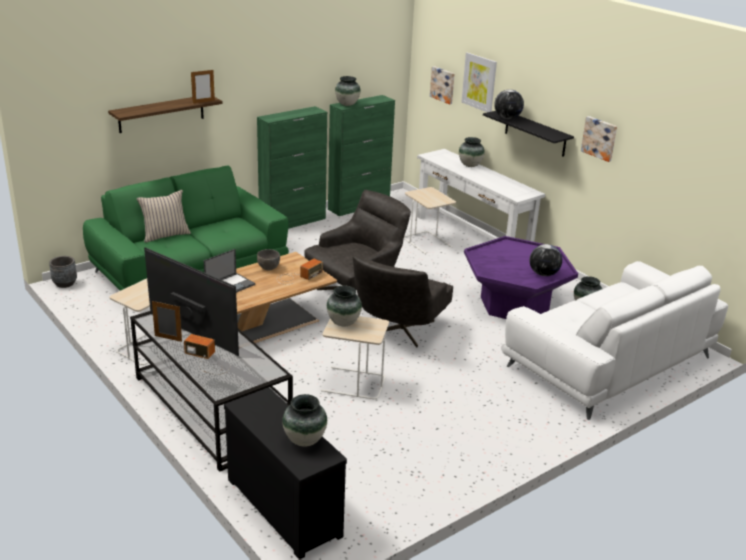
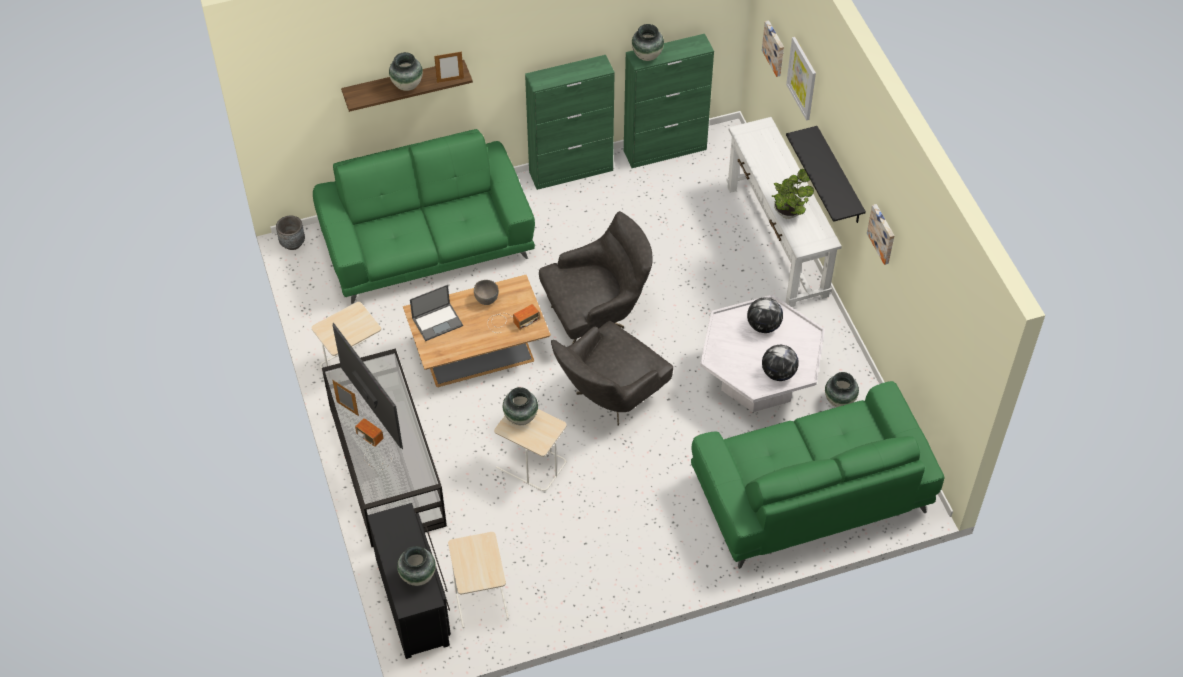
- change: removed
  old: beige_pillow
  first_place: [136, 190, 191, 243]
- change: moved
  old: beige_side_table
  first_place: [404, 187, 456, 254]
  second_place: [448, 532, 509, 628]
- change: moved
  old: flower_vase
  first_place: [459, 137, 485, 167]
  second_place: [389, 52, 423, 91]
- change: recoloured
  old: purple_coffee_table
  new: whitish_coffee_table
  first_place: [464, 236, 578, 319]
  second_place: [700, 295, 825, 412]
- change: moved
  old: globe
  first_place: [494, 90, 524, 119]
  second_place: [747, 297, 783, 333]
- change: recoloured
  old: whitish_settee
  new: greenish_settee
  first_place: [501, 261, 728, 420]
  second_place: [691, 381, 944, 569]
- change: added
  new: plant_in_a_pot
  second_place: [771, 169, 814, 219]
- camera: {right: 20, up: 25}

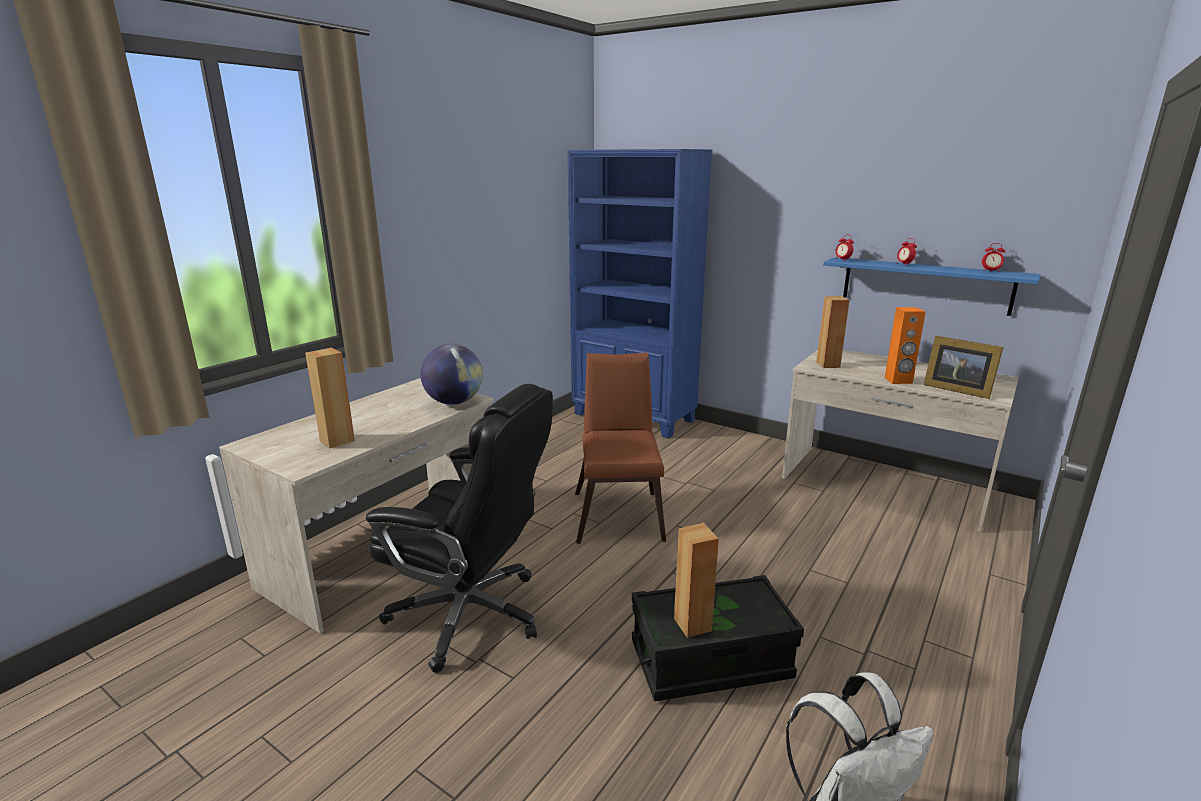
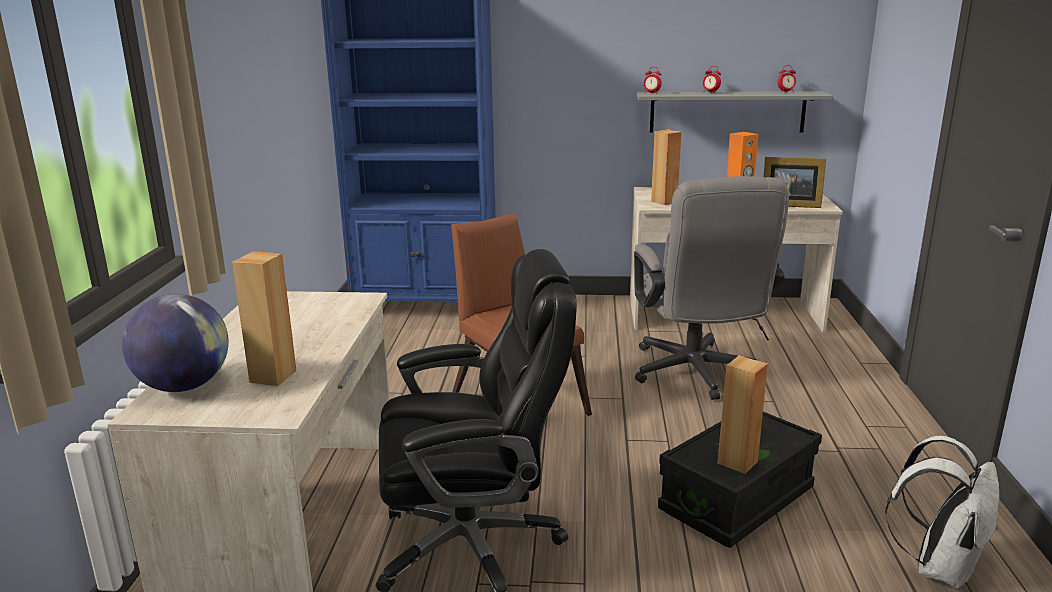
- change: moved
  old: globe
  first_place: [420, 344, 483, 405]
  second_place: [122, 294, 229, 392]
- change: recoloured
  old: bluish_wall_shelf
  new: gray_wall_shelf
  first_place: [823, 257, 1040, 316]
  second_place: [636, 91, 833, 132]
- change: added
  new: gray_office_chair
  second_place: [634, 176, 789, 400]
- camera: {right: -30, up: 0}

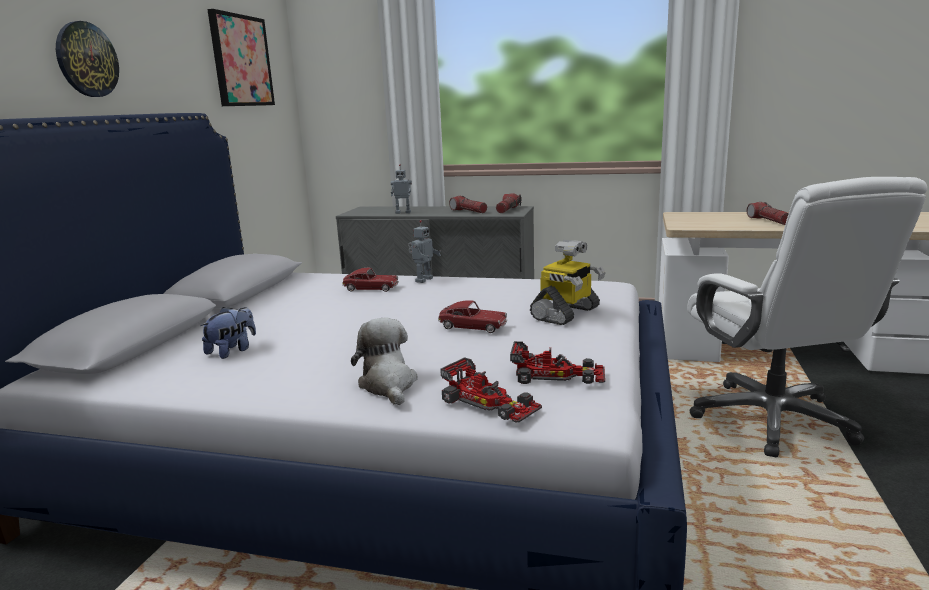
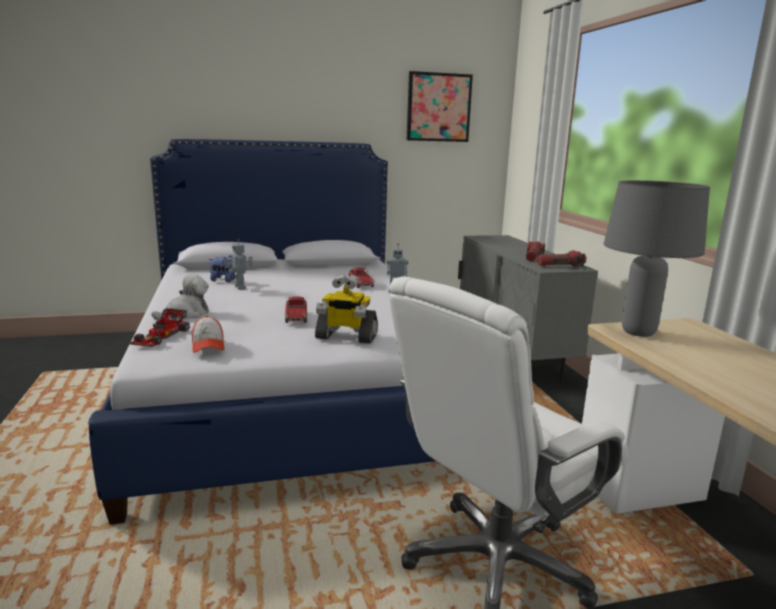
- change: removed
  old: clock_on_the_wall
  first_place: [56, 21, 119, 97]
- change: moved
  old: model_robot
  first_place: [391, 164, 412, 214]
  second_place: [226, 238, 253, 290]
- change: replaced
  old: miniature_car
  new: cap
  first_place: [510, 341, 605, 384]
  second_place: [192, 316, 224, 353]
- change: removed
  old: torch
  first_place: [747, 202, 789, 225]
- change: added
  new: gray_table_lamp
  second_place: [604, 180, 710, 337]
- camera: {right: 60, up: 0}

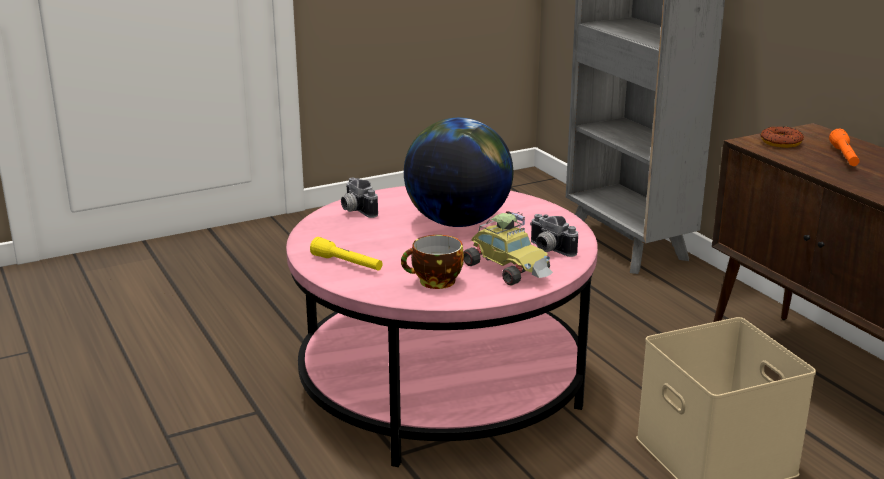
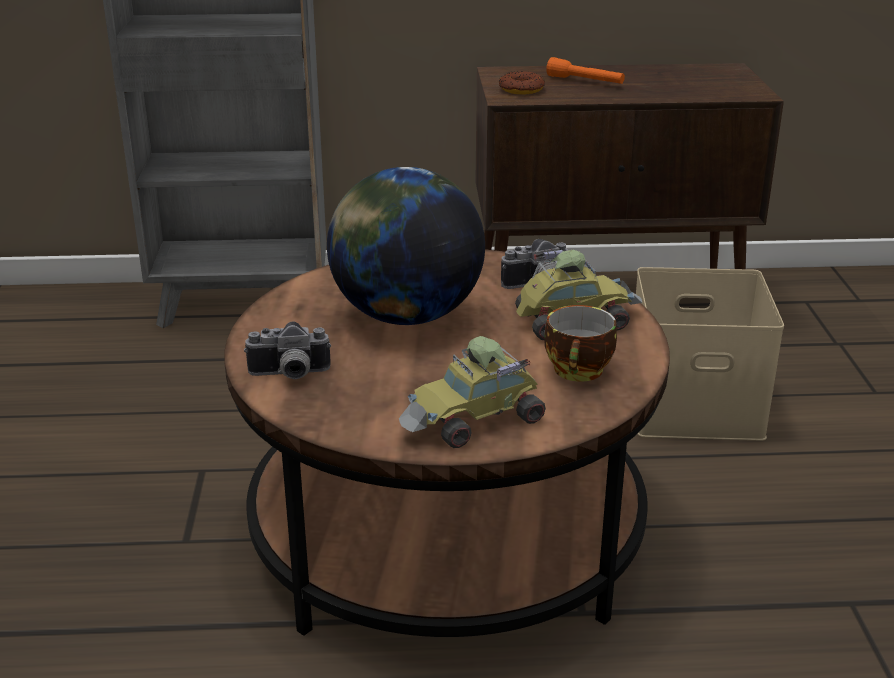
- change: recoloured
  old: pinkish_coffee_table
  new: brownish_coffee_table
  first_place: [286, 186, 598, 467]
  second_place: [224, 249, 670, 637]
- change: replaced
  old: yellowish_torch
  new: miniature_car
  first_place: [310, 237, 383, 271]
  second_place: [399, 336, 546, 448]
- camera: {right: -65, up: 5}

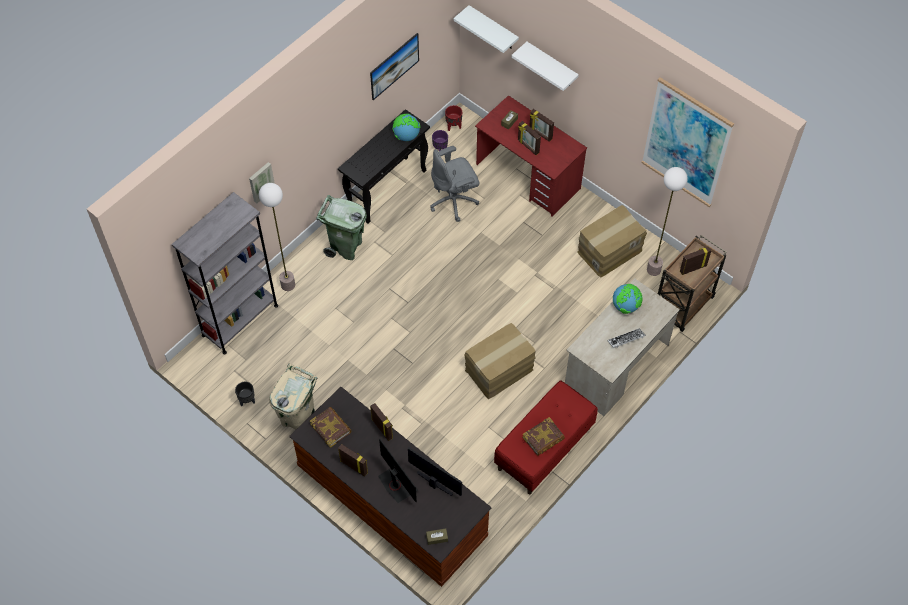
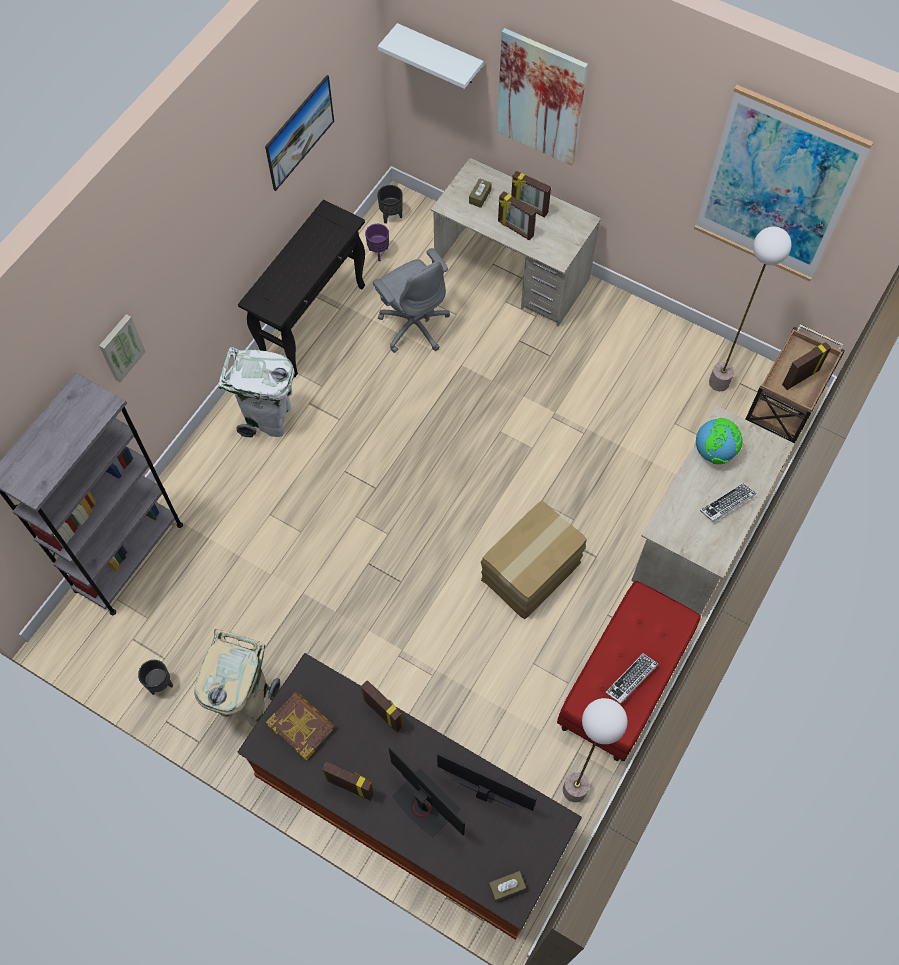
- change: moved
  old: standard_lamp
  first_place: [259, 183, 295, 291]
  second_place: [563, 698, 627, 802]
- change: recoloured
  old: greenish_trash_can
  new: whitish_trash_can
  first_place: [316, 195, 367, 260]
  second_place: [218, 347, 294, 437]
- change: removed
  old: globe
  first_place: [392, 114, 420, 141]
- change: turned
  old: gray_office_chair
  first_place: [431, 146, 479, 222]
  second_place: [373, 248, 450, 353]
  degrees: -90
- change: recoloured
  old: reddish_flower_pot
  new: black-coloured_flower_pot
  first_place: [445, 105, 462, 131]
  second_place: [377, 185, 403, 224]
- change: recoloured
  old: reddish_desk
  new: beige_desk
  first_place: [475, 95, 587, 217]
  second_place: [431, 158, 601, 327]
- change: replaced
  old: whitish_wall_shelf
  new: wall_picture
  first_place: [511, 42, 579, 91]
  second_place: [497, 28, 588, 166]
- change: replaced
  old: volume
  new: PC_keyboard
  first_place: [522, 417, 565, 456]
  second_place: [605, 653, 658, 704]
- change: removed
  old: carton
  first_place: [578, 205, 647, 277]
- camera: {right: -10, up: 5}

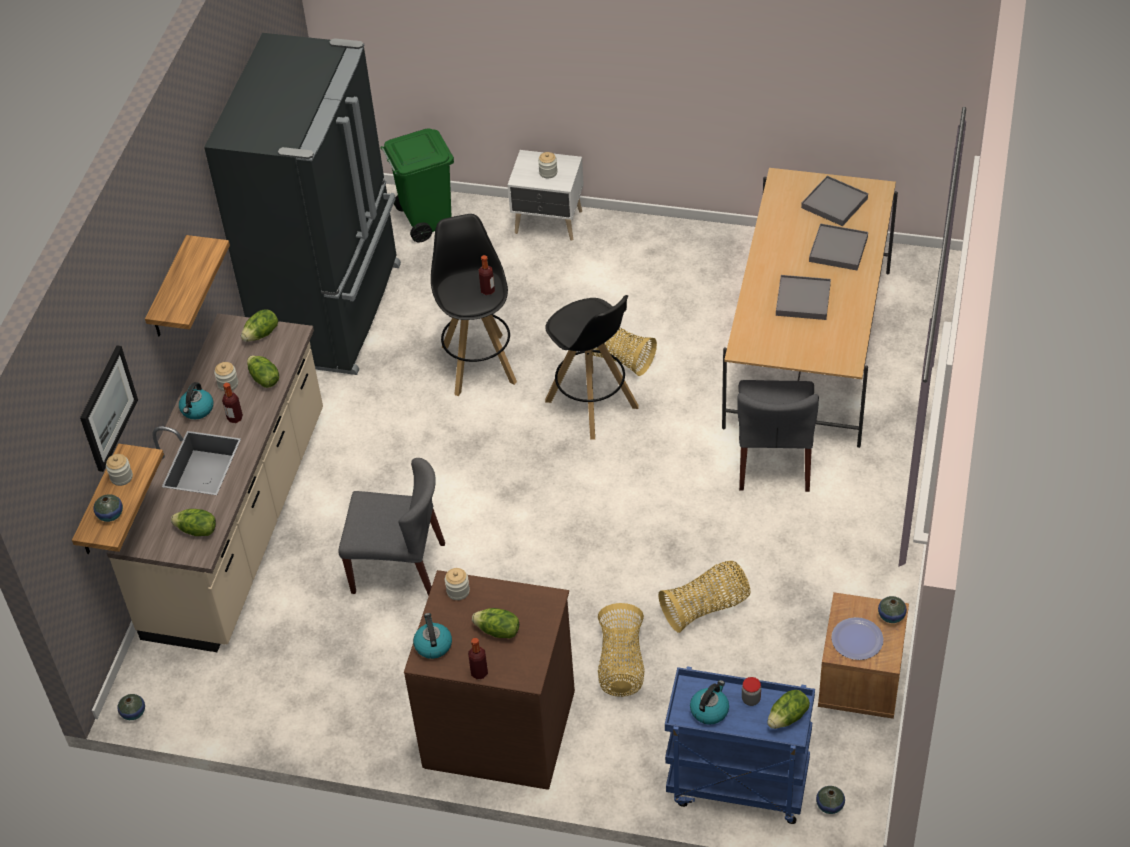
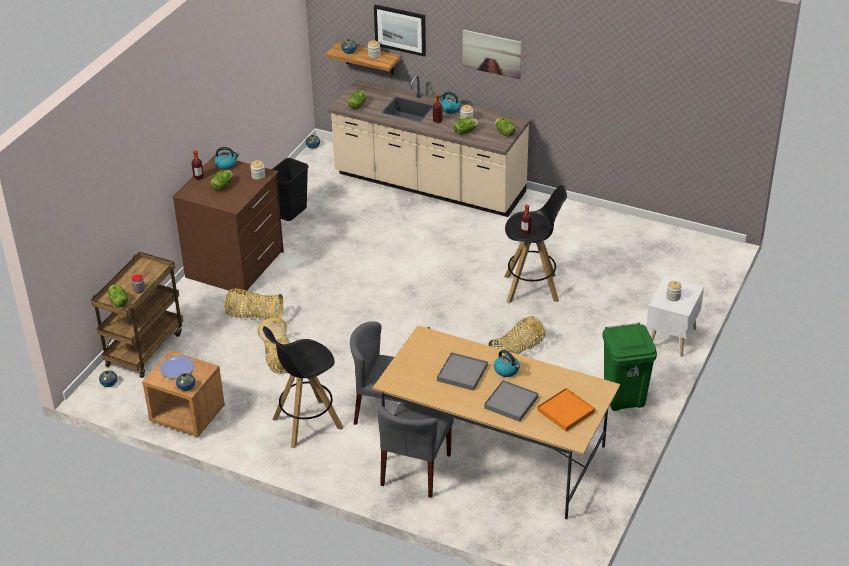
- change: replaced
  old: wall_shelf
  new: wall_picture
  first_place: [145, 235, 230, 336]
  second_place: [463, 29, 522, 79]
- change: removed
  old: black-coloured_fridge
  first_place: [204, 33, 401, 375]
- change: moved
  old: gray_plain_chair
  first_place: [338, 458, 445, 596]
  second_place: [378, 403, 454, 498]
- change: moved
  old: greenish_trash_can
  first_place: [380, 128, 454, 242]
  second_place: [602, 323, 657, 411]
- change: moved
  old: black-coloured_stool
  first_place: [545, 295, 639, 440]
  second_place: [263, 326, 343, 448]
- change: recoloured
  old: bluish_trolley
  new: brownish_trolley
  first_place: [665, 666, 815, 824]
  second_place: [91, 252, 183, 378]
- change: moved
  old: kettle
  first_place: [690, 680, 729, 725]
  second_place: [494, 350, 520, 377]
- change: recoloured
  old: gray_carrying_tray
  new: orange-coloured_carrying_tray
  first_place: [801, 176, 868, 226]
  second_place: [537, 388, 595, 432]
- change: added
  new: black-coloured_trash_can
  second_place: [272, 158, 309, 221]
- camera: {right: 100, up: -10}

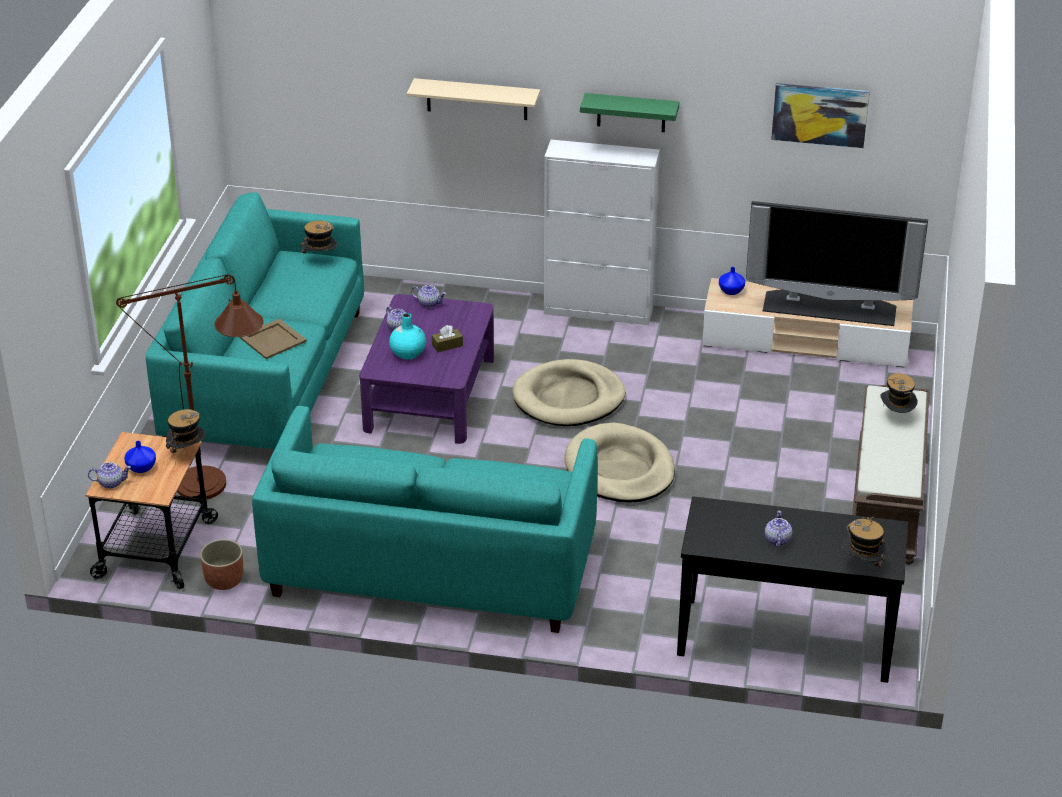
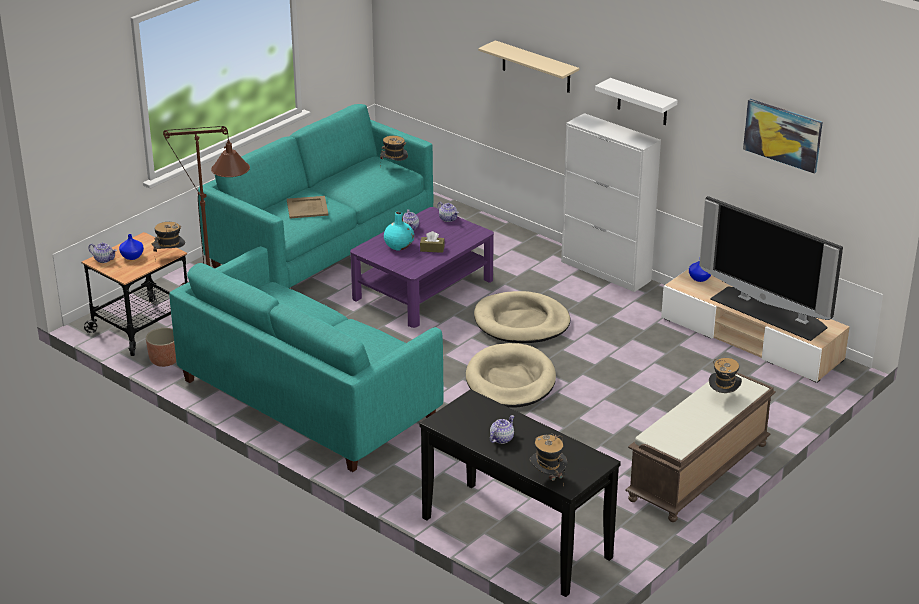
- change: recoloured
  old: greenish_wall_shelf
  new: whitish_wall_shelf
  first_place: [580, 93, 679, 132]
  second_place: [595, 78, 678, 125]
- camera: {right: 30, up: -5}

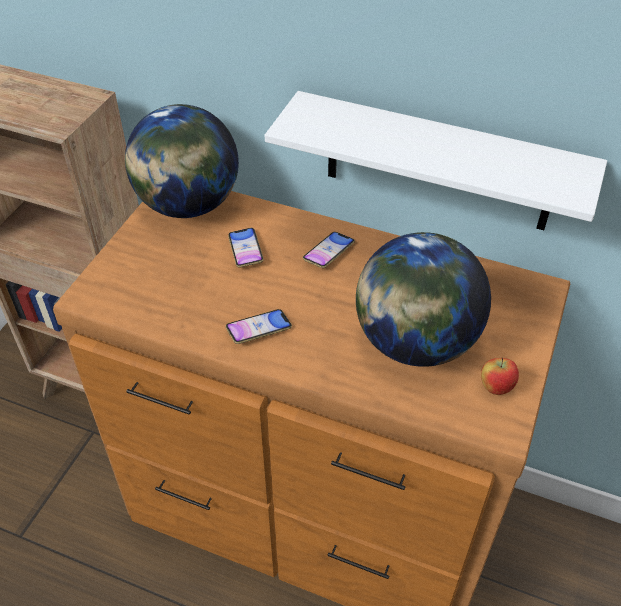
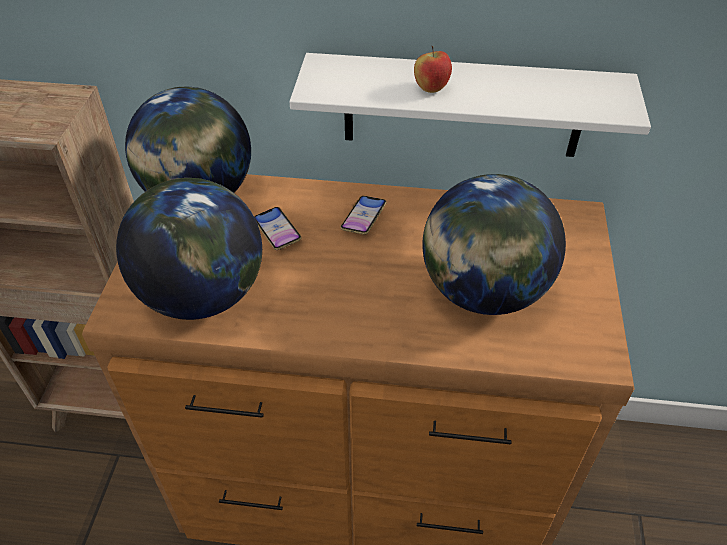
- change: removed
  old: phone
  first_place: [225, 309, 292, 344]
- change: moved
  old: whole_apple
  first_place: [481, 358, 519, 395]
  second_place: [414, 46, 452, 93]
- change: added
  new: globe
  second_place: [116, 178, 262, 320]
- camera: {right: -15, up: 0}

